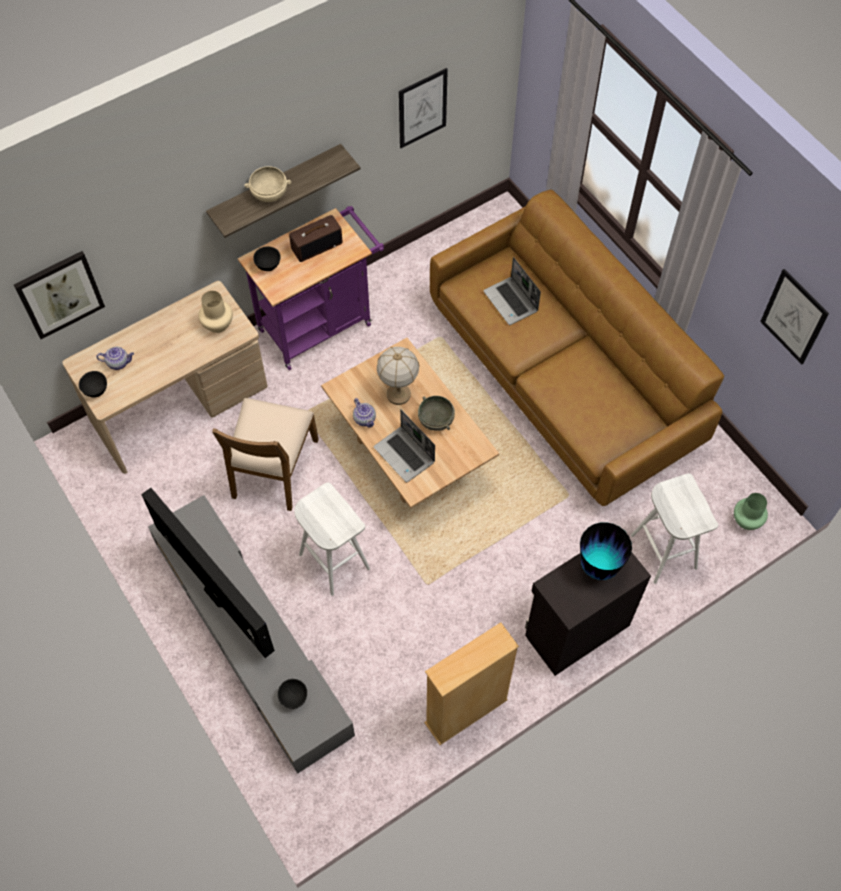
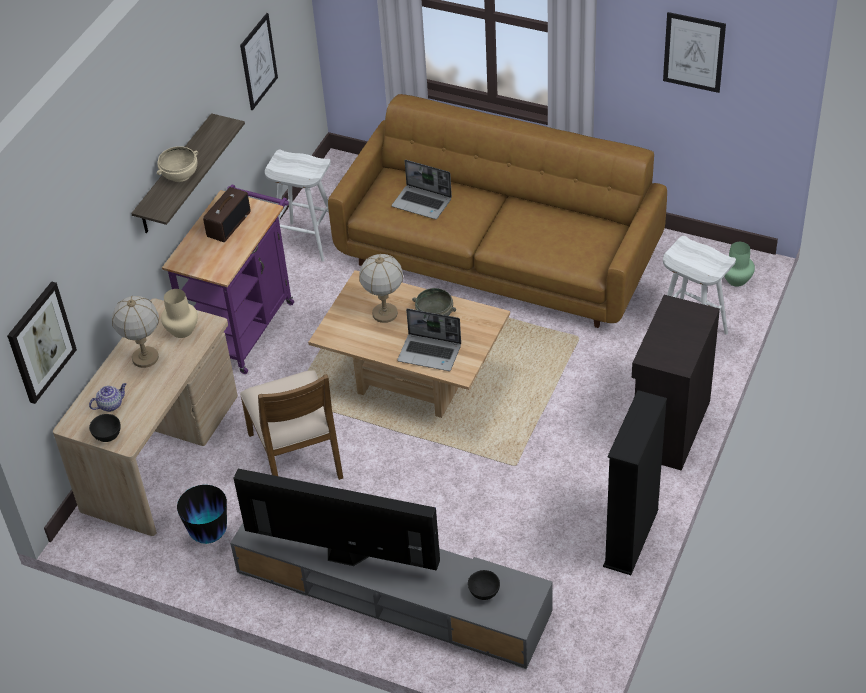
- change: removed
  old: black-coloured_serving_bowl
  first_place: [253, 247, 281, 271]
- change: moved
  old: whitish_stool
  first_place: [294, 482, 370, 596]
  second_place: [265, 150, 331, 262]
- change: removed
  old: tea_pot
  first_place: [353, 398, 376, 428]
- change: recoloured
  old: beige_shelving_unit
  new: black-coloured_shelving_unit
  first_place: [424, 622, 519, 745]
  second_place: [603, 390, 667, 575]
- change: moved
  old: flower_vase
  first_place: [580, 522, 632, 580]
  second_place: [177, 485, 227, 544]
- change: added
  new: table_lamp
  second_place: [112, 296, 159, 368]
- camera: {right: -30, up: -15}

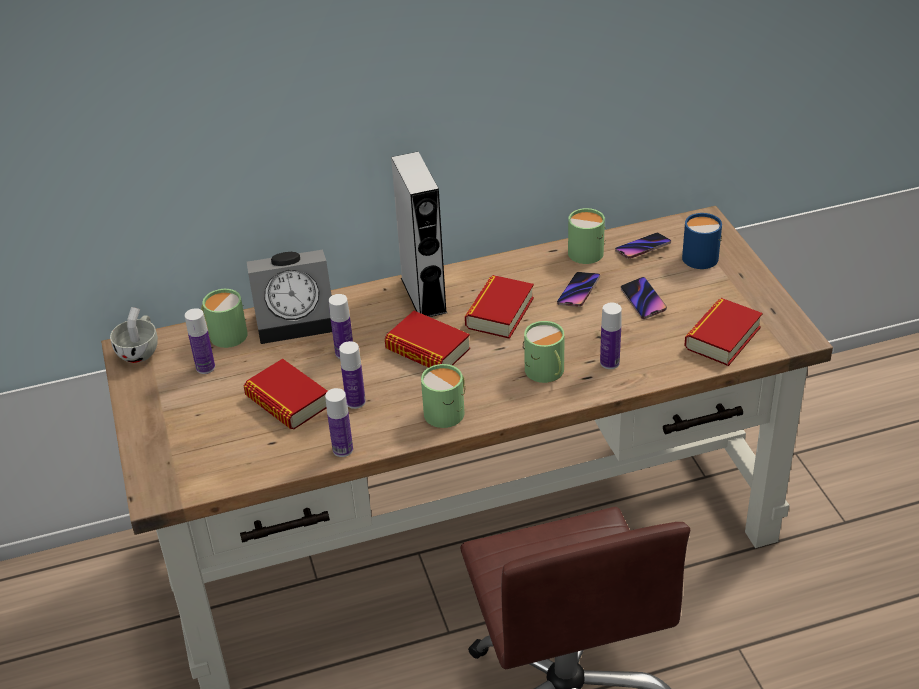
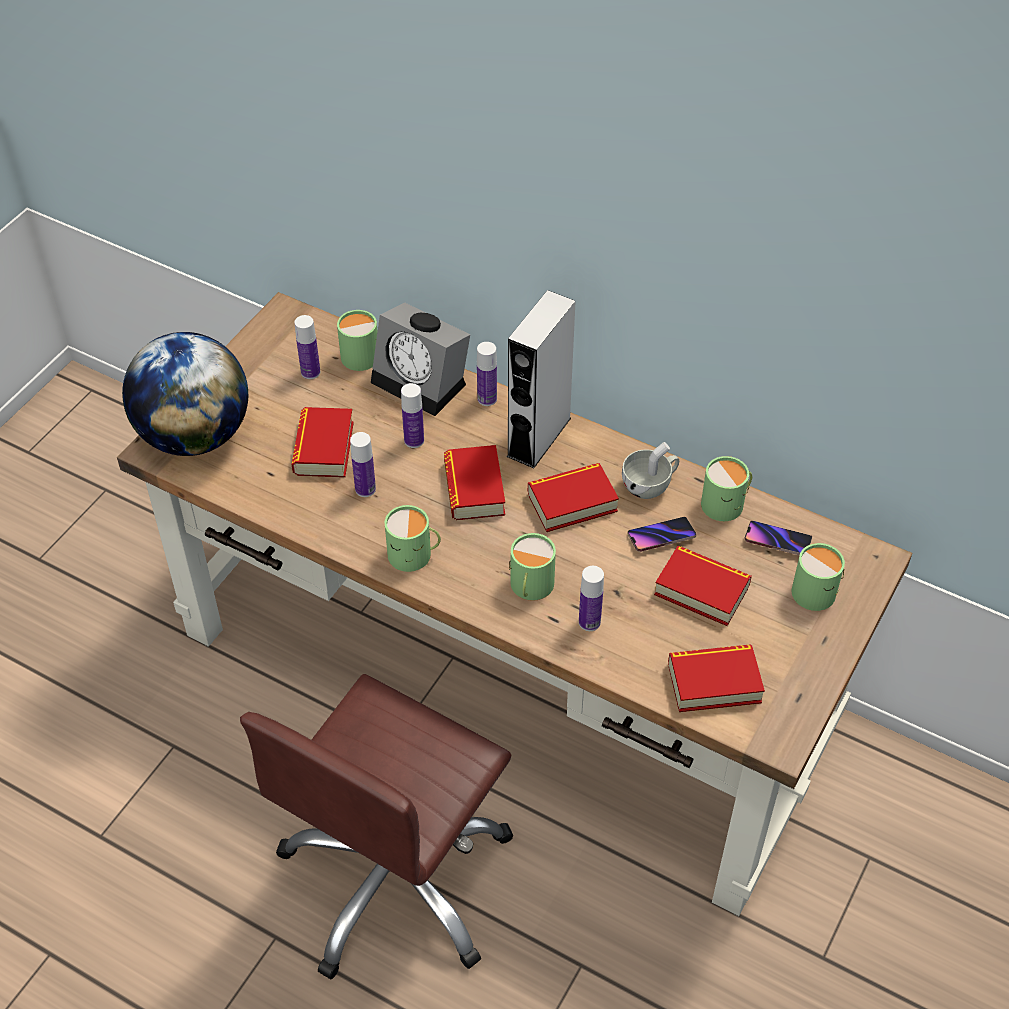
- change: moved
  old: whitish_small_cup
  first_place: [110, 307, 158, 363]
  second_place: [622, 442, 679, 499]
- change: moved
  old: beverage_bottle
  first_place: [325, 388, 353, 457]
  second_place: [477, 342, 497, 406]
- change: replaced
  old: phone
  new: volume
  first_place: [621, 277, 667, 319]
  second_place: [654, 546, 752, 626]
- change: recoloured
  old: bluish_mug
  new: greenish_mug
  first_place: [682, 213, 722, 269]
  second_place: [792, 543, 845, 611]
- change: added
  new: globe
  second_place: [122, 332, 248, 456]
- camera: {right: 45, up: 10}

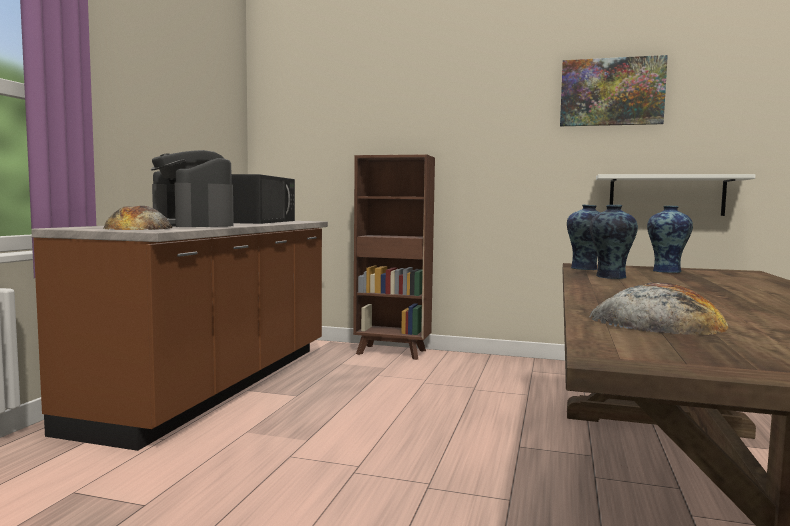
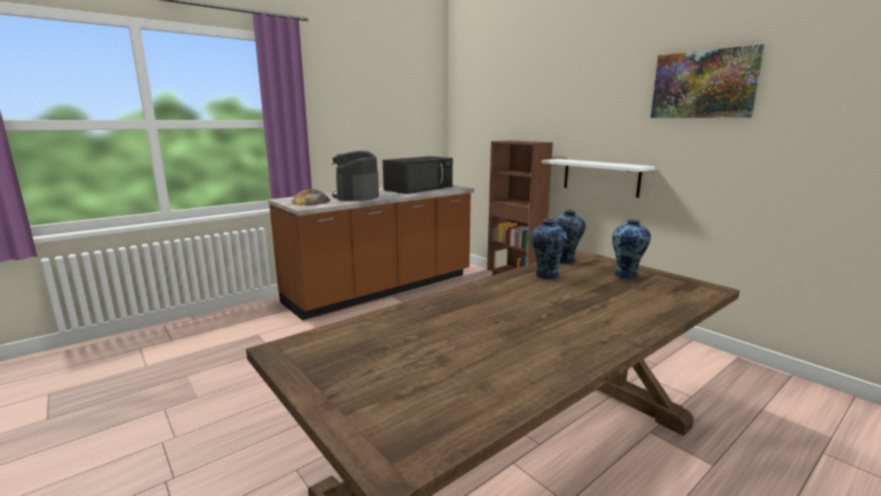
- change: removed
  old: baked_bread
  first_place: [589, 282, 728, 335]
- change: moved
  old: whitish_wall_shelf
  first_place: [596, 174, 755, 216]
  second_place: [541, 159, 655, 198]
- camera: {right: 35, up: 10}

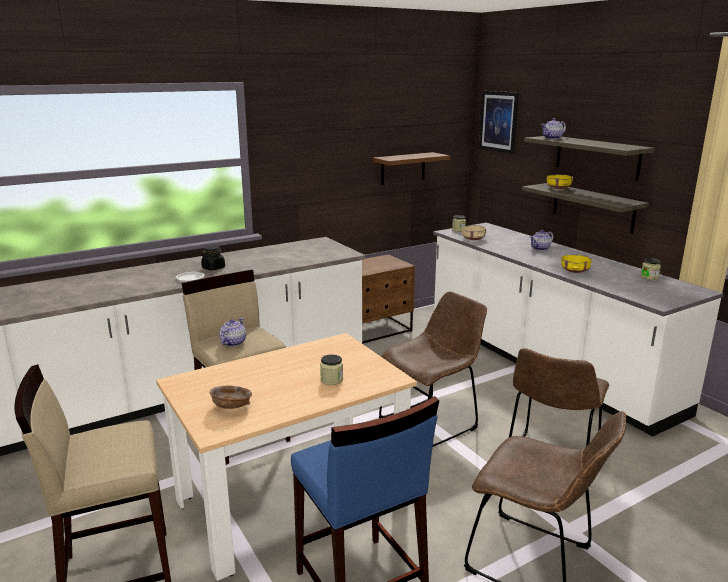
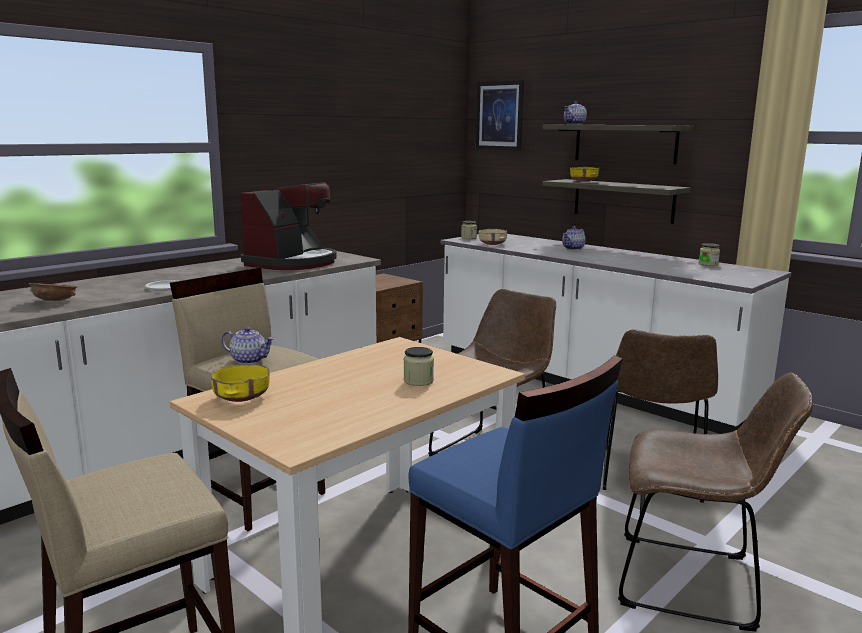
- change: removed
  old: black-coloured_storage_jar
  first_place: [201, 245, 225, 270]
- change: moved
  old: brownish_serving_bowl
  first_place: [210, 386, 252, 409]
  second_place: [28, 283, 78, 301]
- change: turned
  old: tea_pot
  first_place: [219, 318, 246, 347]
  second_place: [221, 327, 274, 364]
  degrees: 105
- change: removed
  old: brownish_wall_shelf
  first_place: [373, 152, 450, 185]
- change: moved
  old: yellowish_serving_bowl
  first_place: [561, 255, 592, 273]
  second_place: [211, 364, 270, 402]
- change: added
  new: coffee_maker
  second_place: [240, 183, 337, 270]
- camera: {right: -15, up: -5}

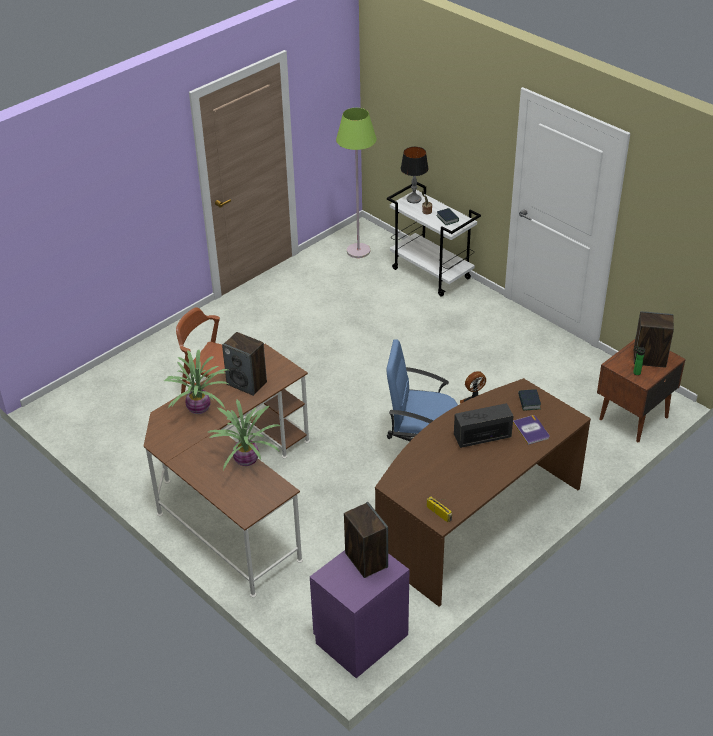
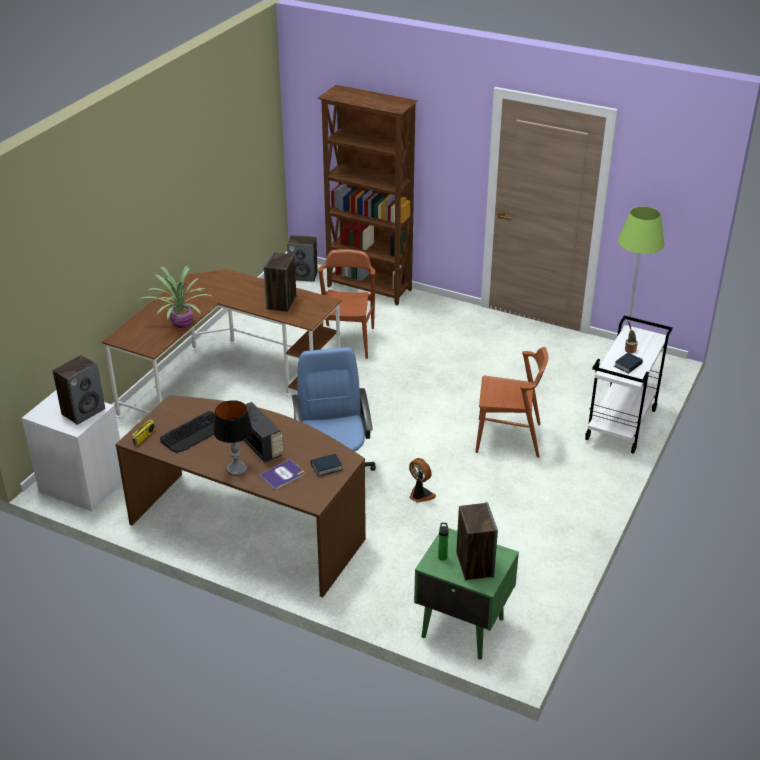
- change: removed
  old: plant_in_a_pot
  first_place: [164, 350, 228, 414]
- change: recoloured
  old: purple_night_table
  new: whitish_night_table
  first_place: [310, 550, 410, 678]
  second_place: [22, 390, 122, 512]
- change: moved
  old: table_lamp
  first_place: [401, 147, 429, 203]
  second_place: [213, 400, 253, 476]
- change: recoloured
  old: brownish_night_table
  new: greenish_night_table
  first_place: [597, 339, 686, 442]
  second_place: [414, 528, 519, 660]
- change: added
  new: PC_keyboard
  second_place: [160, 411, 215, 453]
- change: added
  new: audio_speaker
  second_place: [287, 235, 318, 282]
- change: added
  new: brownish_shelving_unit
  second_place: [318, 85, 418, 306]
- change: added
  new: brownish_plain_chair
  second_place: [475, 347, 548, 458]
- camera: {right: 70, up: -5}

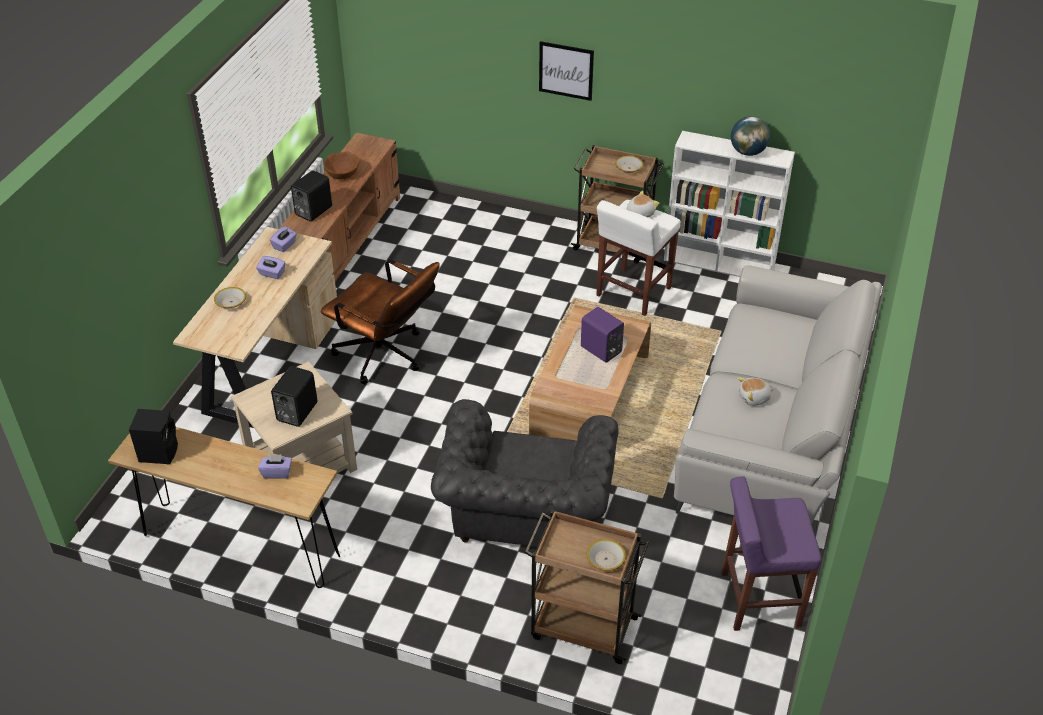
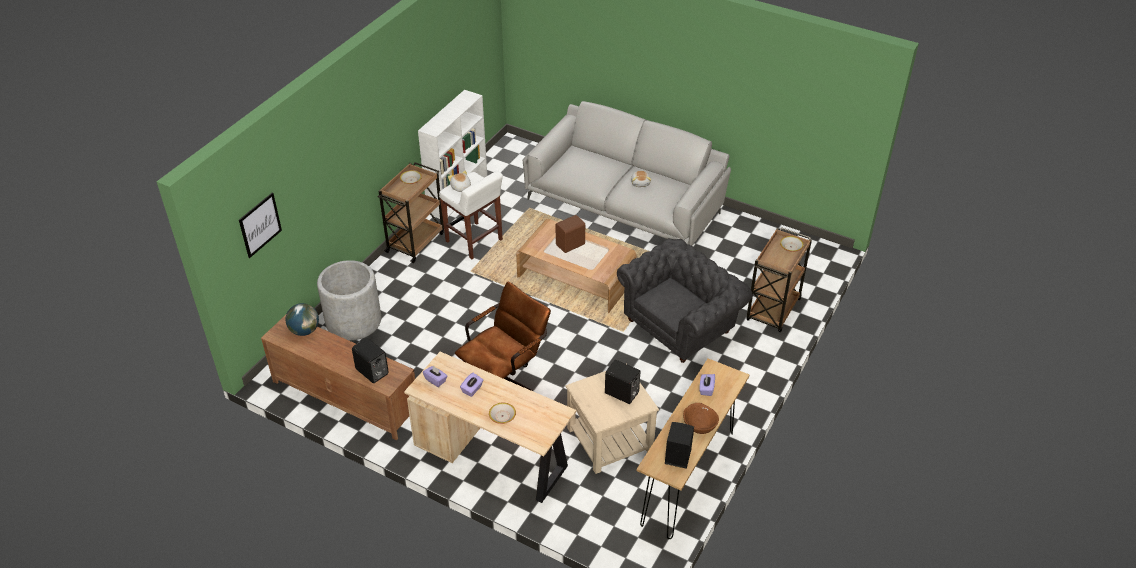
- change: moved
  old: brownish_serving_bowl
  first_place: [323, 151, 359, 180]
  second_place: [683, 403, 719, 434]
- change: turned
  old: gray_lounge_chair
  first_place: [431, 399, 619, 547]
  second_place: [617, 238, 753, 363]
  degrees: -60
- change: moved
  old: wall_picture
  first_place: [539, 41, 594, 101]
  second_place: [239, 192, 282, 258]
- change: recoloured
  old: purple_audio_speaker
  new: brownish_audio_speaker
  first_place: [581, 307, 624, 363]
  second_place: [556, 215, 585, 253]
- change: removed
  old: purple_stool
  first_place: [721, 476, 822, 631]
- change: moved
  old: globe
  first_place: [731, 116, 770, 156]
  second_place: [285, 303, 319, 336]
- change: added
  new: gray_flower_pot
  second_place: [317, 260, 381, 340]
- camera: {right: -80, up: 0}

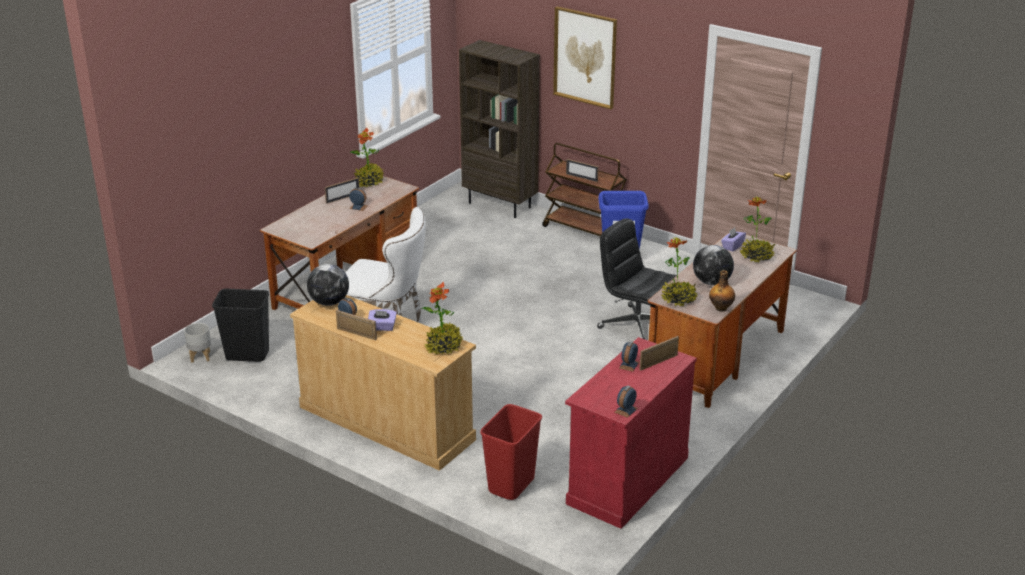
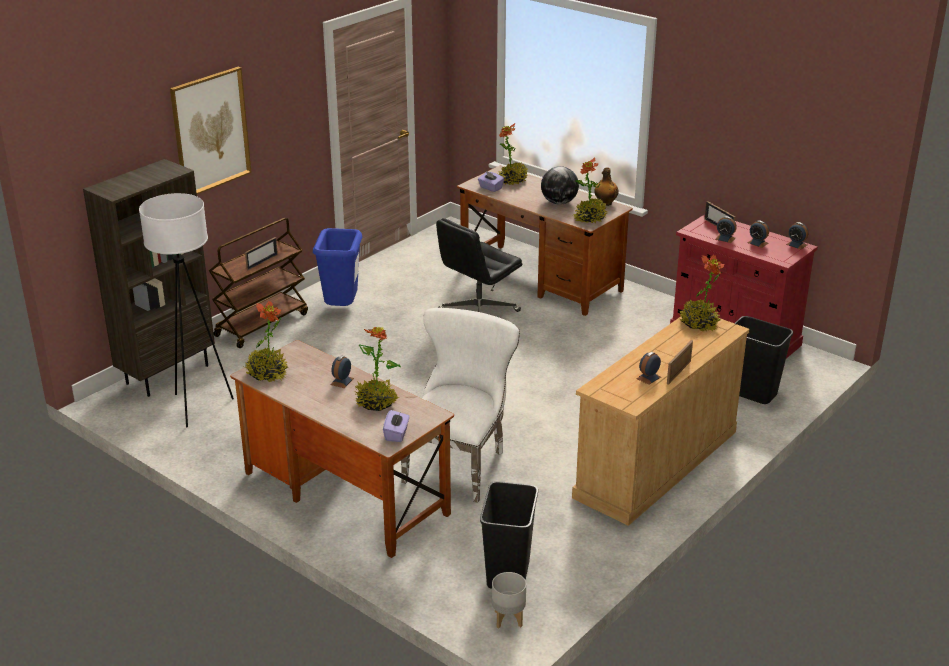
- change: removed
  old: globe
  first_place: [307, 264, 349, 306]
- change: removed
  old: standing_frame
  first_place: [325, 178, 360, 204]
- change: moved
  old: purple_box_of_tissues
  first_place: [368, 309, 397, 331]
  second_place: [383, 410, 410, 442]
- change: recoloured
  old: reddish_trash_can
  new: black-coloured_trash_can
  first_place: [480, 404, 542, 500]
  second_place: [735, 316, 793, 404]
- change: added
  new: whitish_standard_lamp
  second_place: [139, 193, 234, 428]
- change: added
  new: plant_in_a_pot
  second_place: [355, 327, 401, 411]
- change: added
  new: alarm_clock
  second_place: [747, 220, 769, 248]
- camera: {right: -85, up: 0}

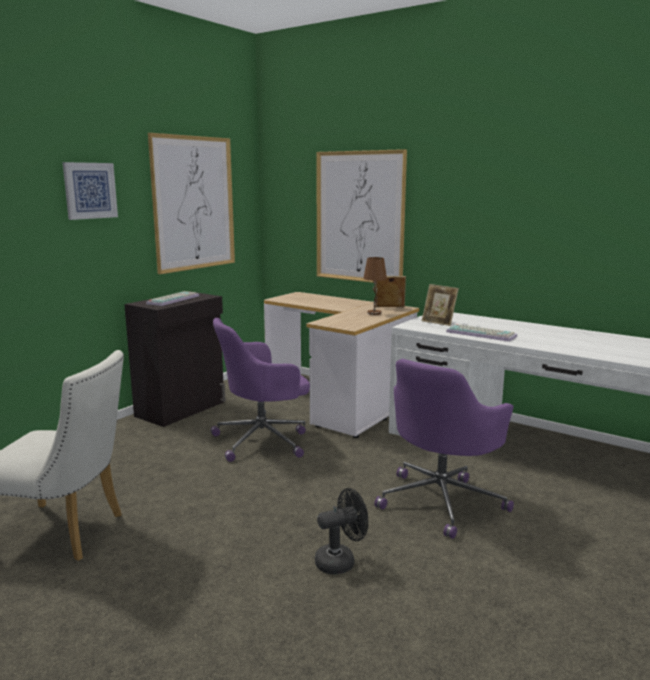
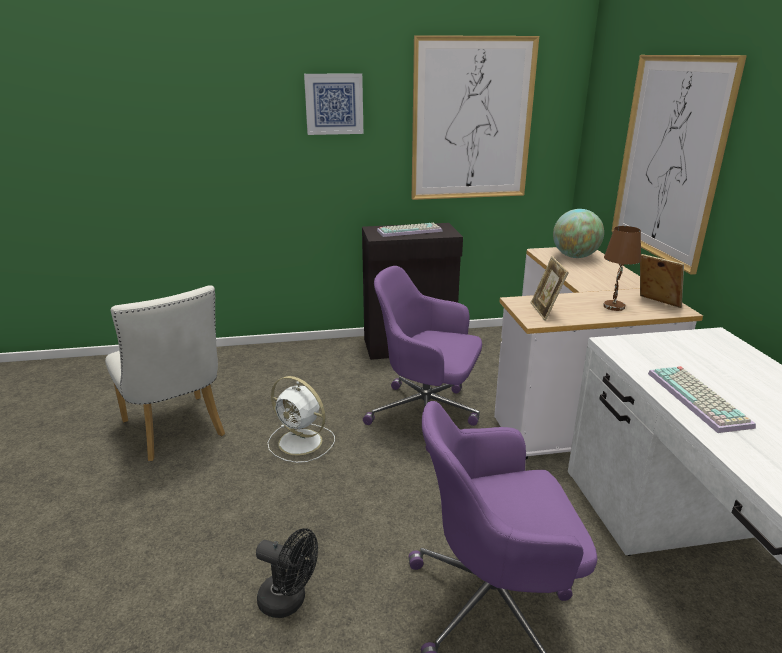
- change: moved
  old: standing_frame
  first_place: [422, 284, 459, 326]
  second_place: [531, 256, 569, 321]
- change: added
  new: whitish_cooling_fan
  second_place: [267, 376, 335, 463]
- change: added
  new: globe
  second_place: [553, 209, 604, 258]
- camera: {right: 45, up: 10}

